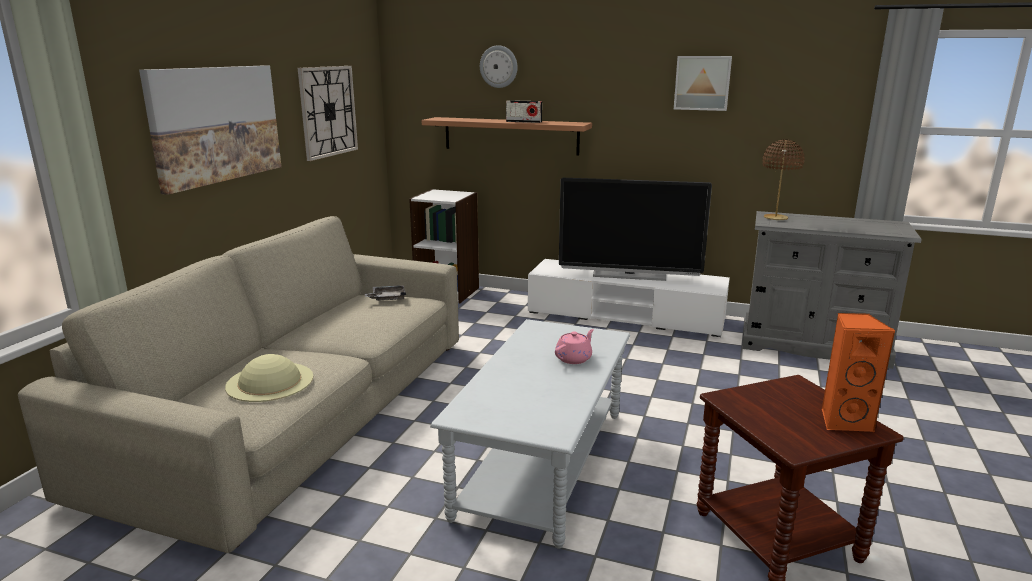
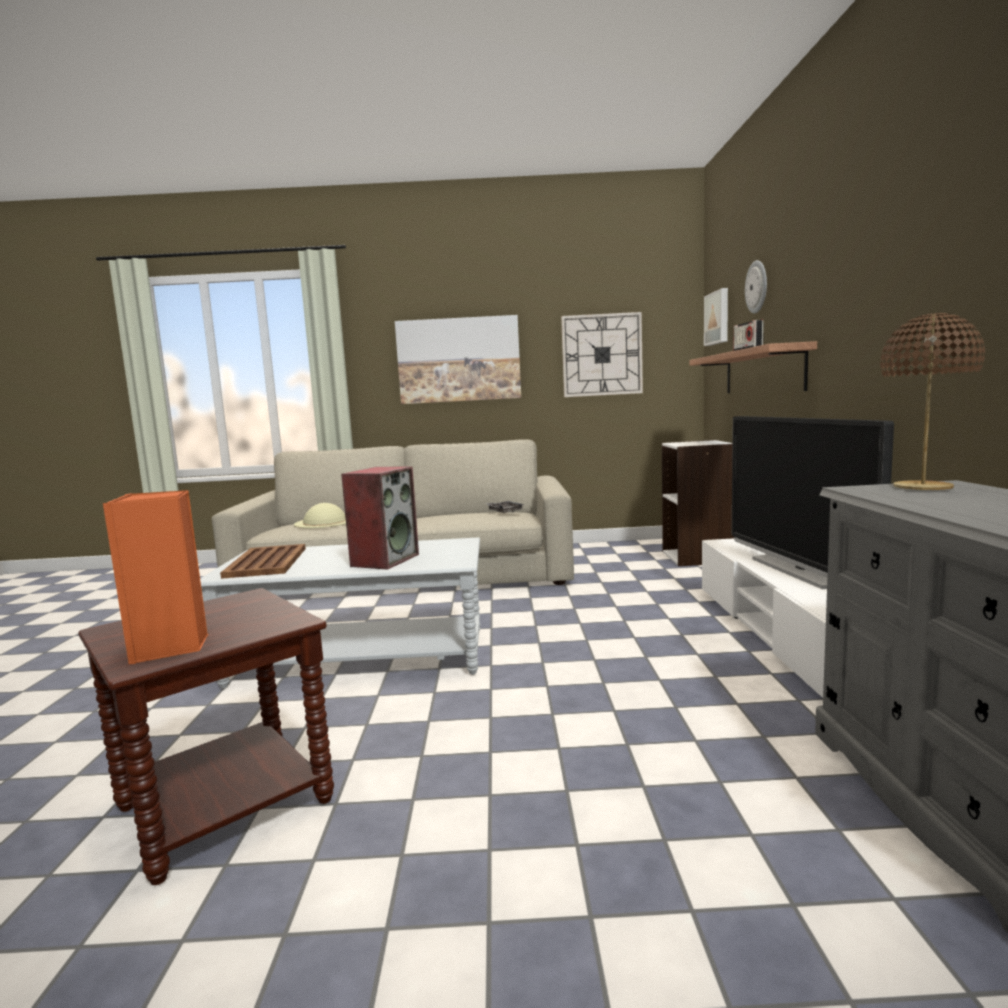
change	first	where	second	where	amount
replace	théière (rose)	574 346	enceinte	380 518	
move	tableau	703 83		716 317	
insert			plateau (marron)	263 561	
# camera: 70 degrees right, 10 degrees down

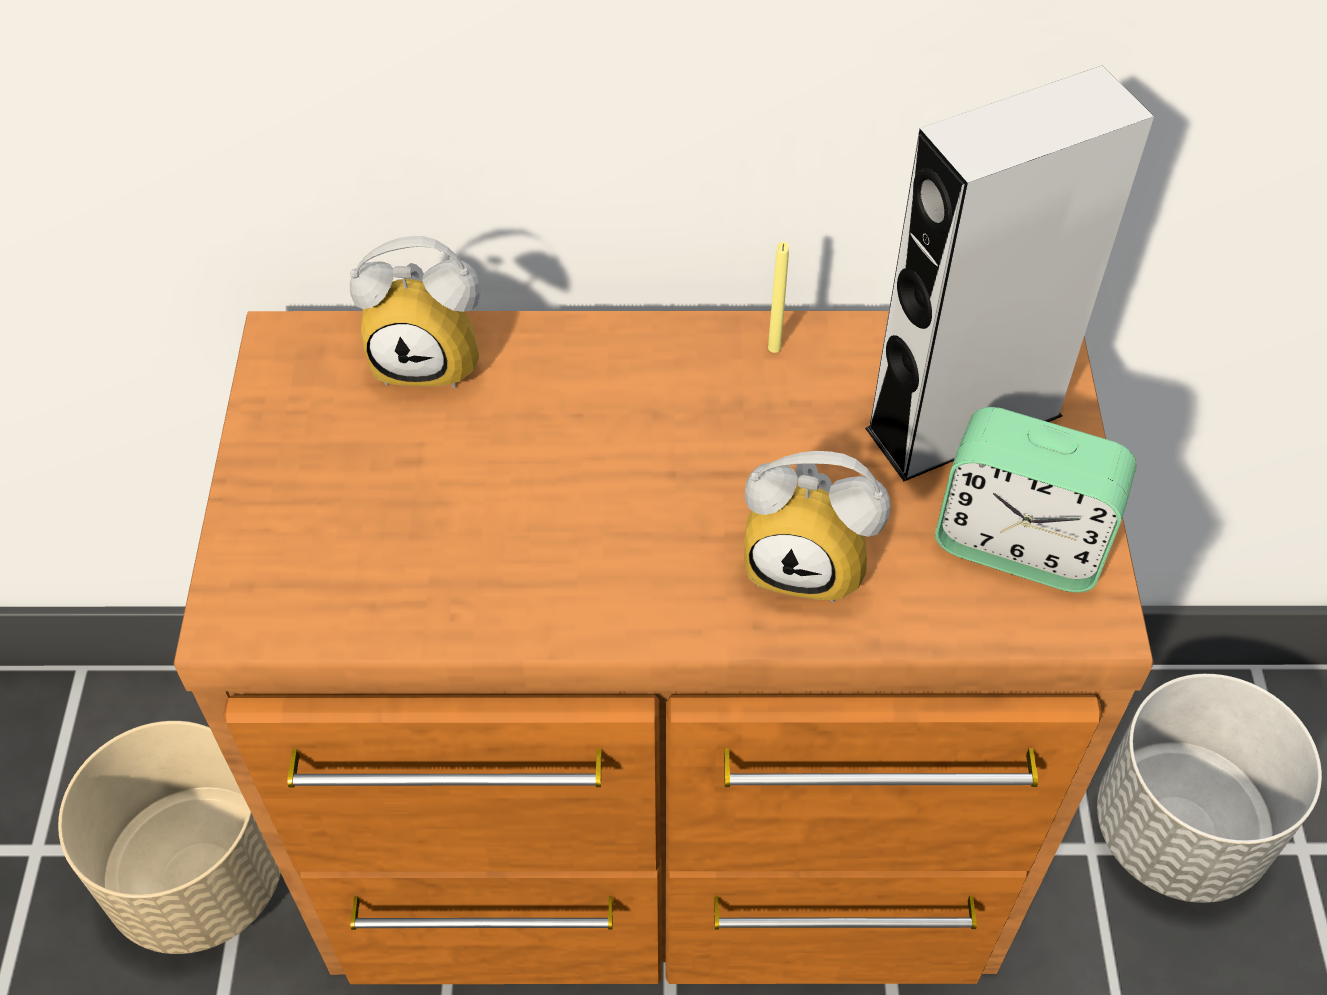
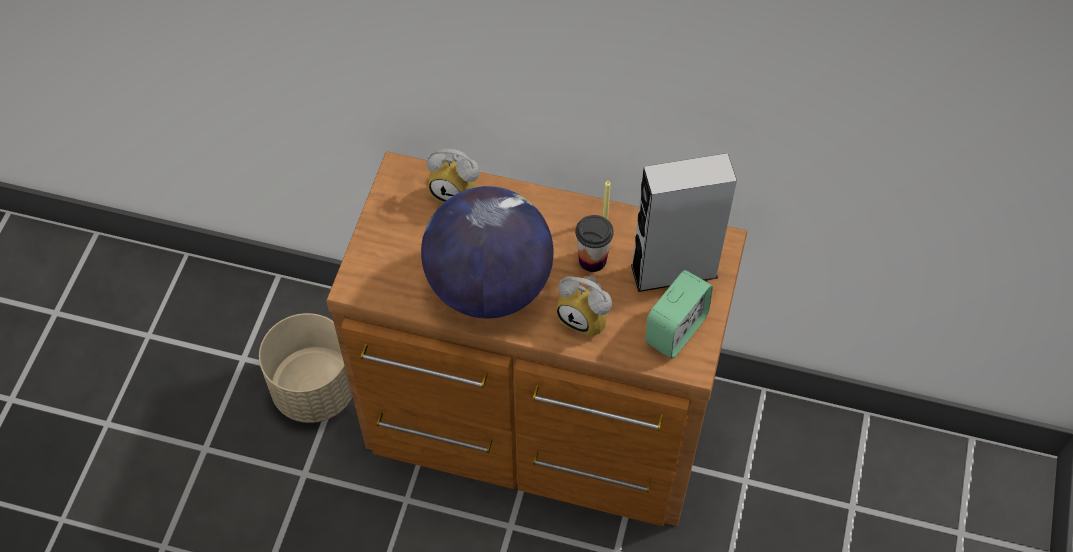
change	first	where	second	where	amount
rotate	réveil	1036 500		679 314	90 degrees counterclockwise
delete	cache-pot (gris)	1209 788			
insert			globe	487 252	
insert			tasse	594 243	
# camera: 15 degrees right, 5 degrees up

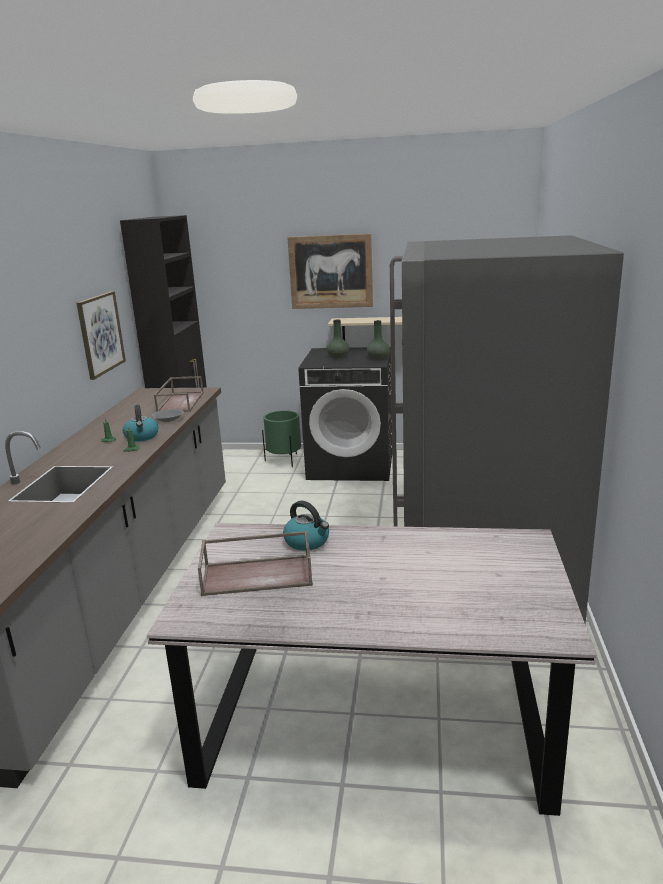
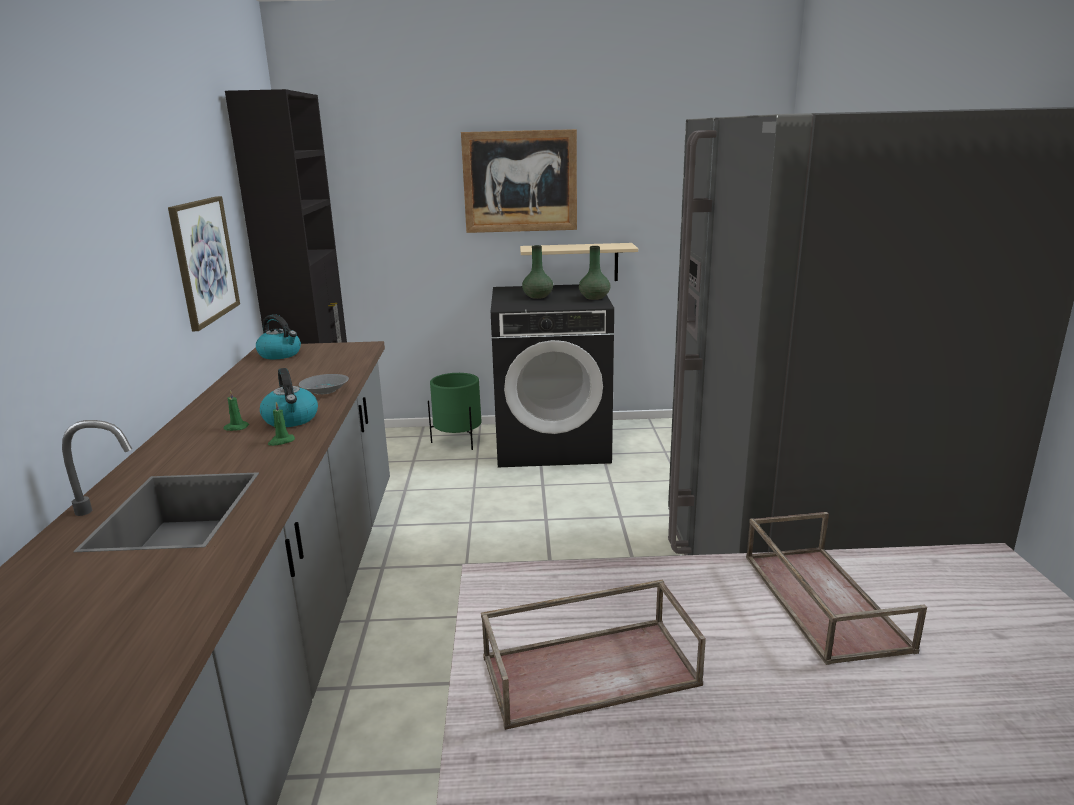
change	first	where	second	where	amount
move	plateau (marron)	179 394		836 588	
move	bouilloire	306 526		278 336	
# camera: 10 degrees left, 0 degrees up

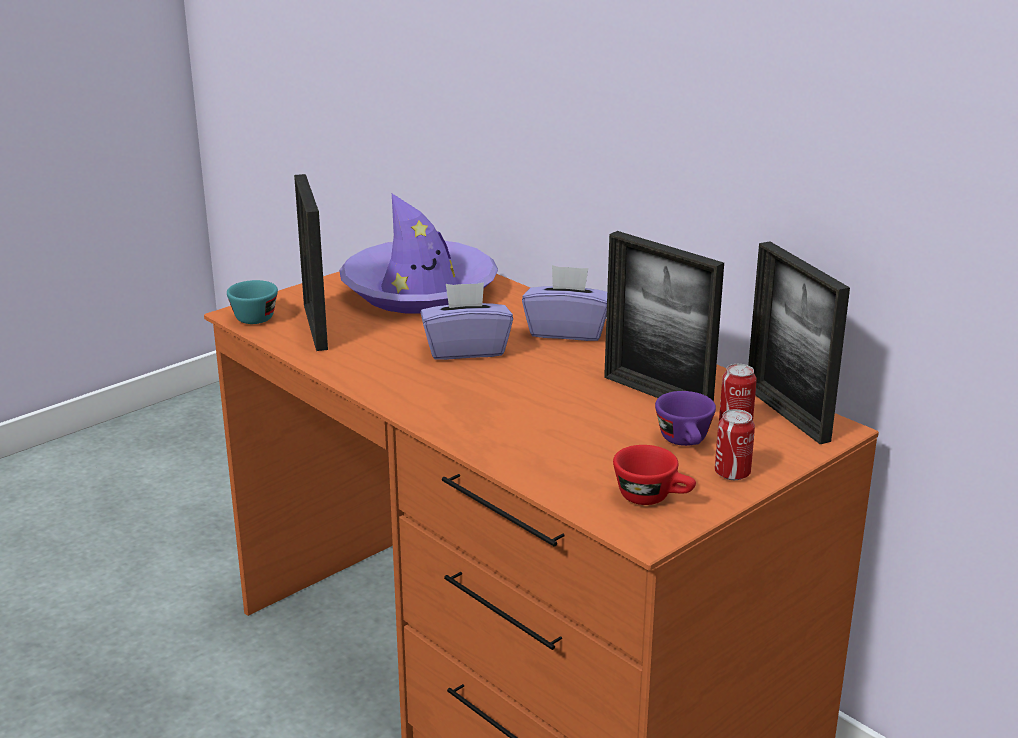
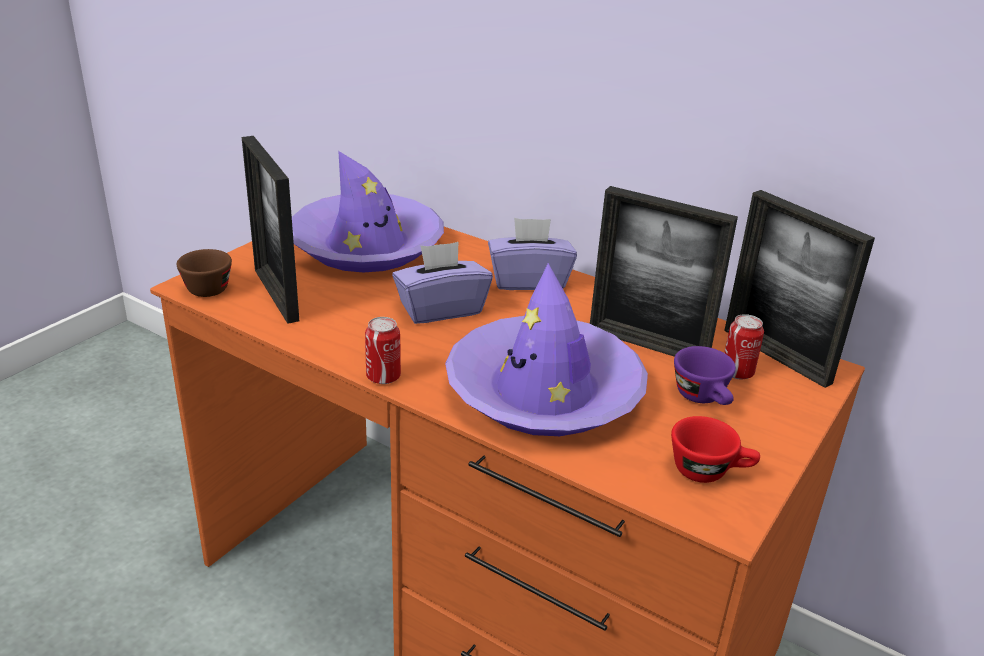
change	first	where	second	where	amount
recolor	tasse (turquoise)	252 302	tasse (marron)	204 273	
move	boîte métallique	735 444		383 350	
insert			chapeau (violet)	546 349	
# camera: 15 degrees left, 5 degrees up

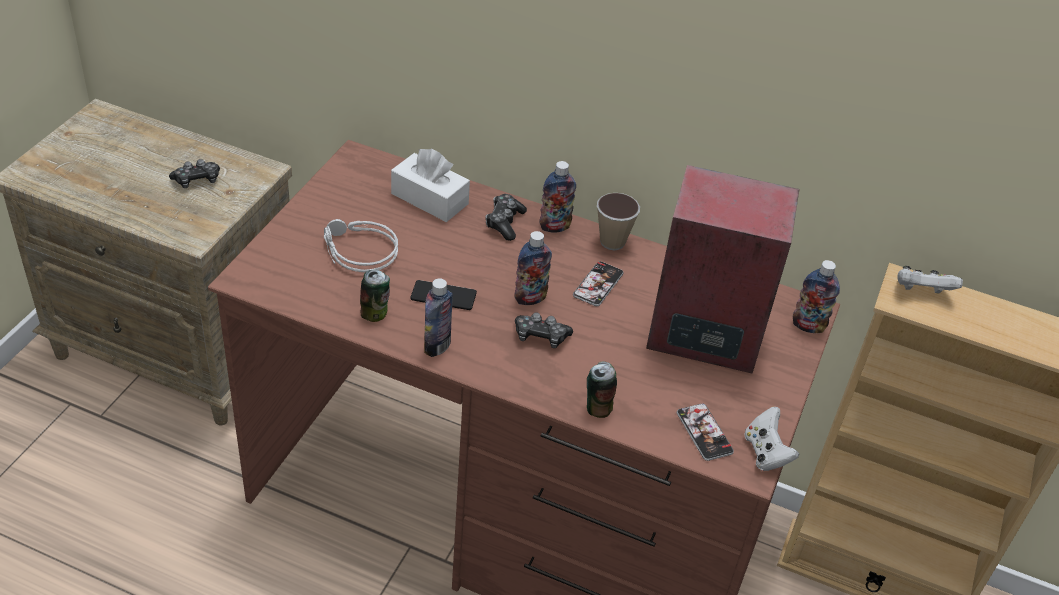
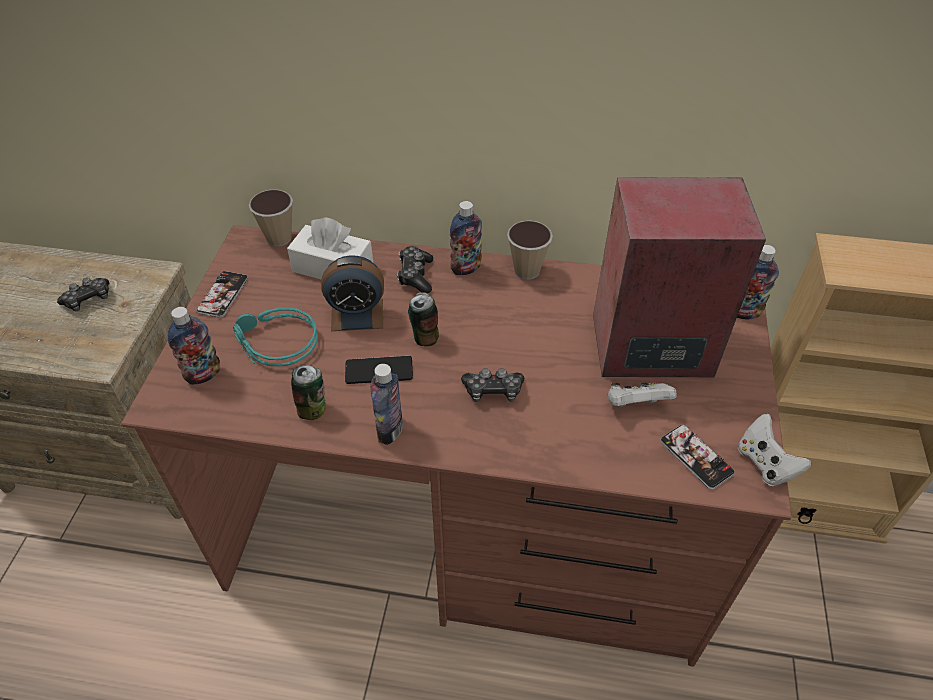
change	first	where	second	where	amount
recolor	casque audio (gris)	361 245	casque audio (turquoise)	275 337	
move	bouteille	533 268		194 346	
move	téléphone	598 283		222 294	
move	boîte métallique	602 390		423 319	
move	manette (blanc)	930 280		642 394	
insert			tasse	271 218	
insert			réveil	352 293	
# camera: 10 degrees left, 5 degrees up

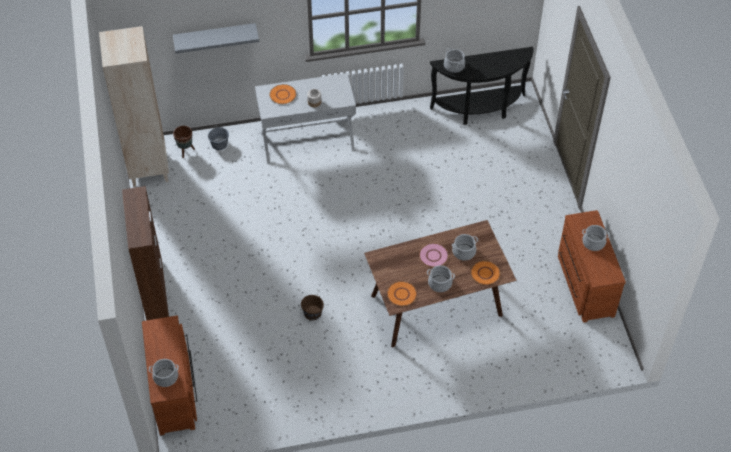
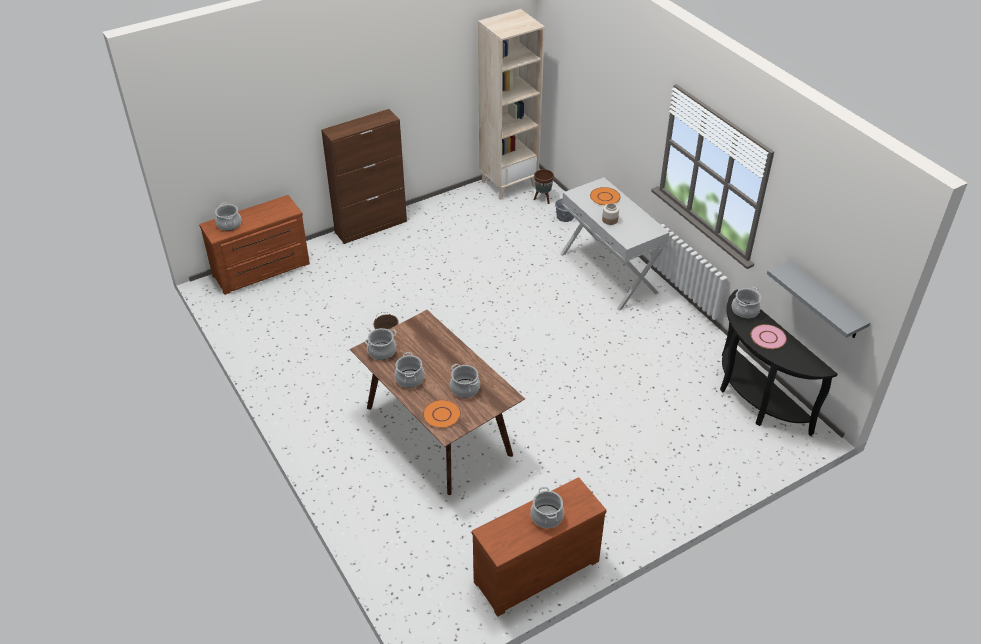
change	first	where	second	where	amount
move	étagère (gris)	216 38		818 299	
replace	assiette (orange)	402 293	marmite	381 344	
move	assiette (rose)	434 255		769 336	
# camera: 70 degrees right, 10 degrees down

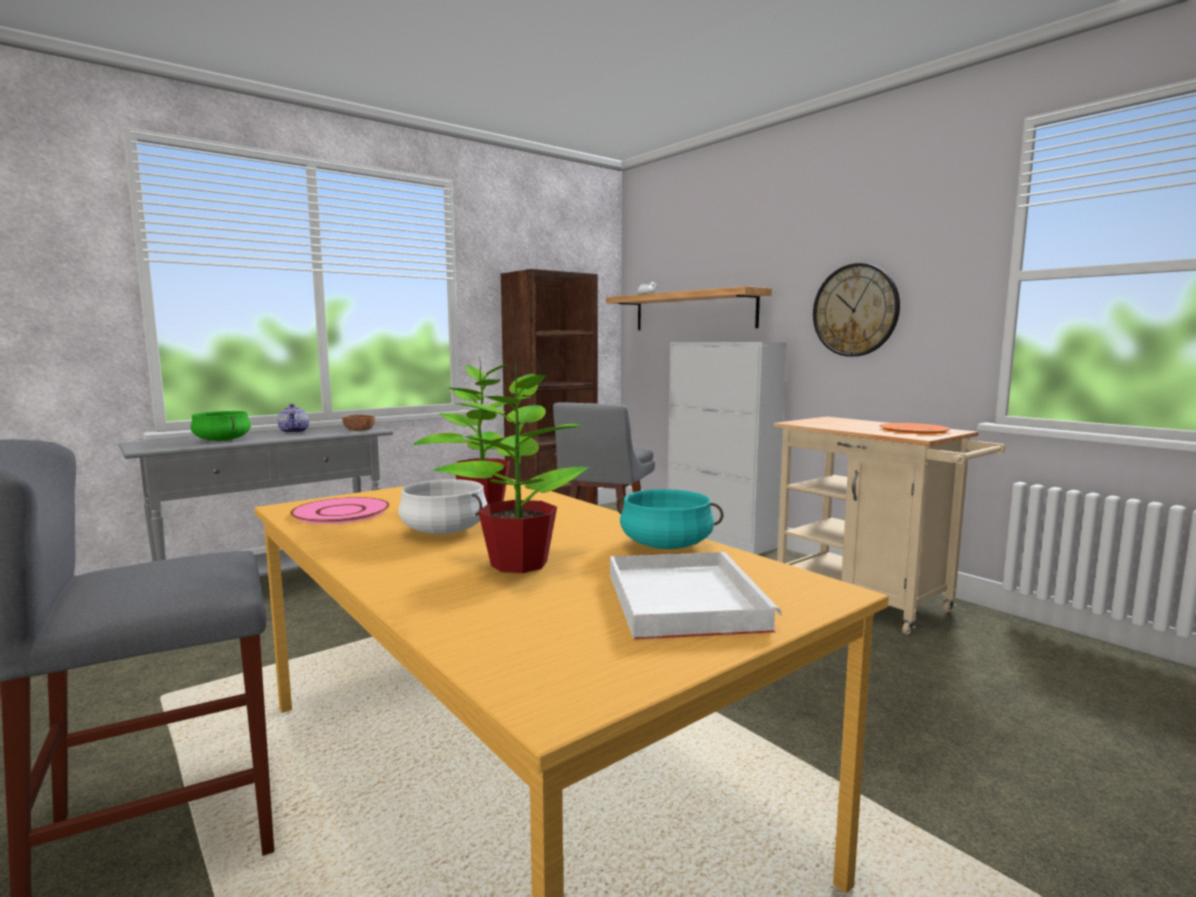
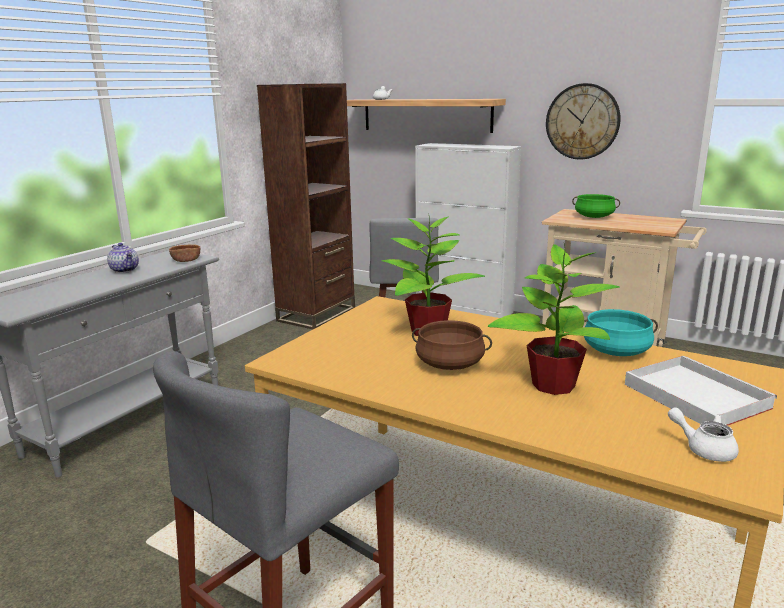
change	first	where	second	where	amount
move	marmite (vert)	220 426		596 206	
delete	assiette (rose)	340 510			
recolor	marmite (blanc)	442 506	marmite (marron)	452 345	
delete	assiette (orange)	915 428			
insert			théière (blanc)	703 434	
# camera: 20 degrees left, 10 degrees up

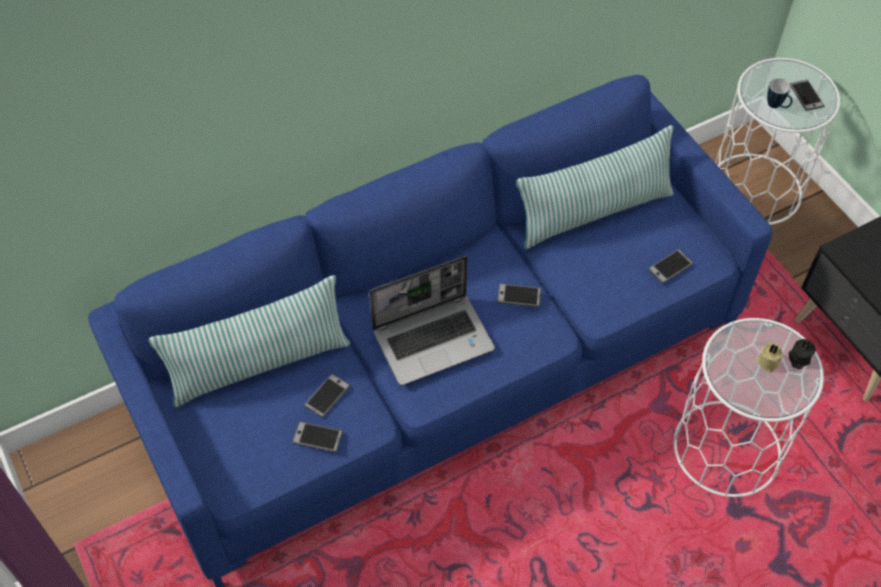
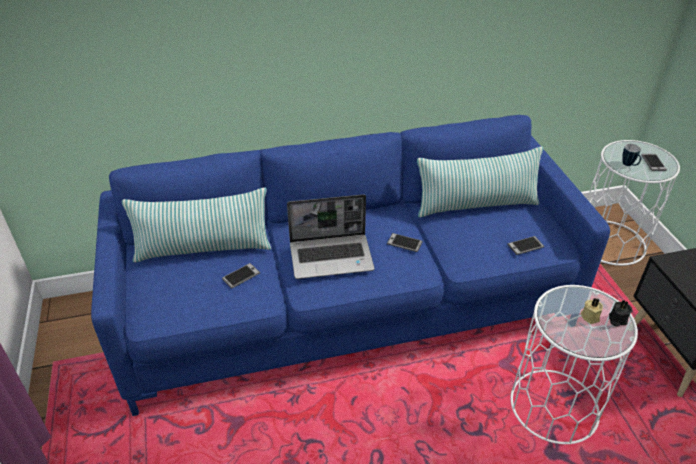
change	first	where	second	where	amount
delete	téléphone	317 436			
# camera: 15 degrees right, 15 degrees down

